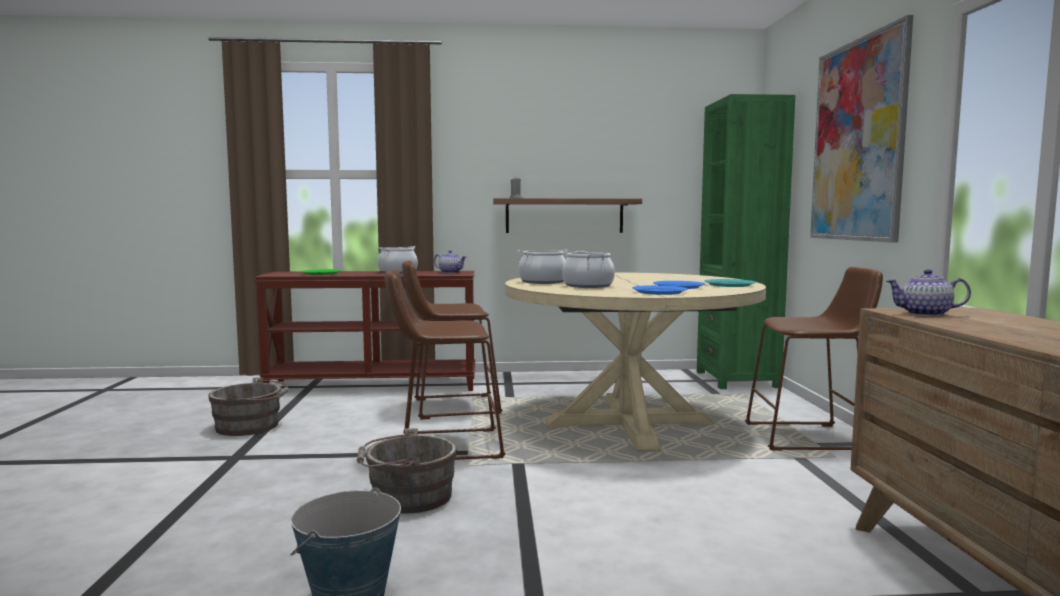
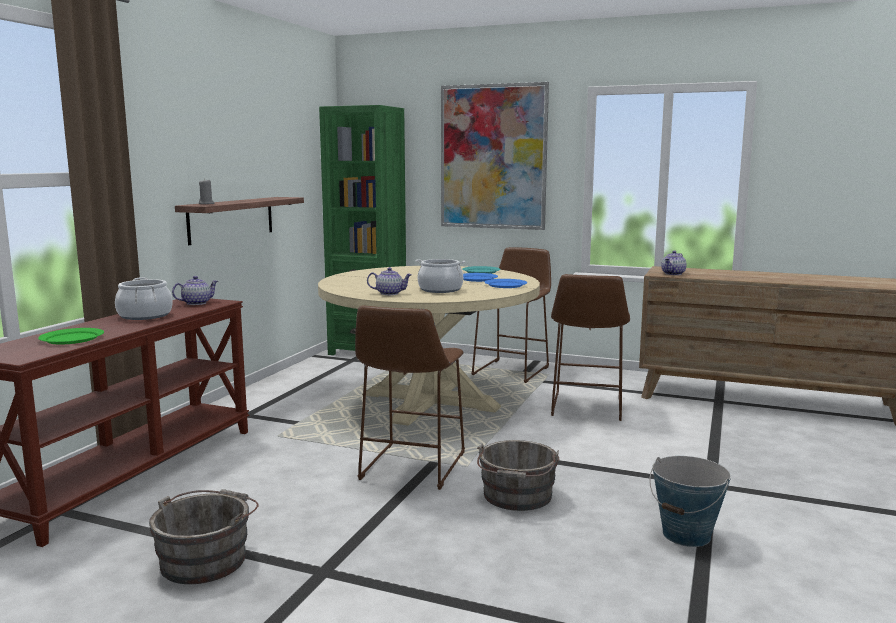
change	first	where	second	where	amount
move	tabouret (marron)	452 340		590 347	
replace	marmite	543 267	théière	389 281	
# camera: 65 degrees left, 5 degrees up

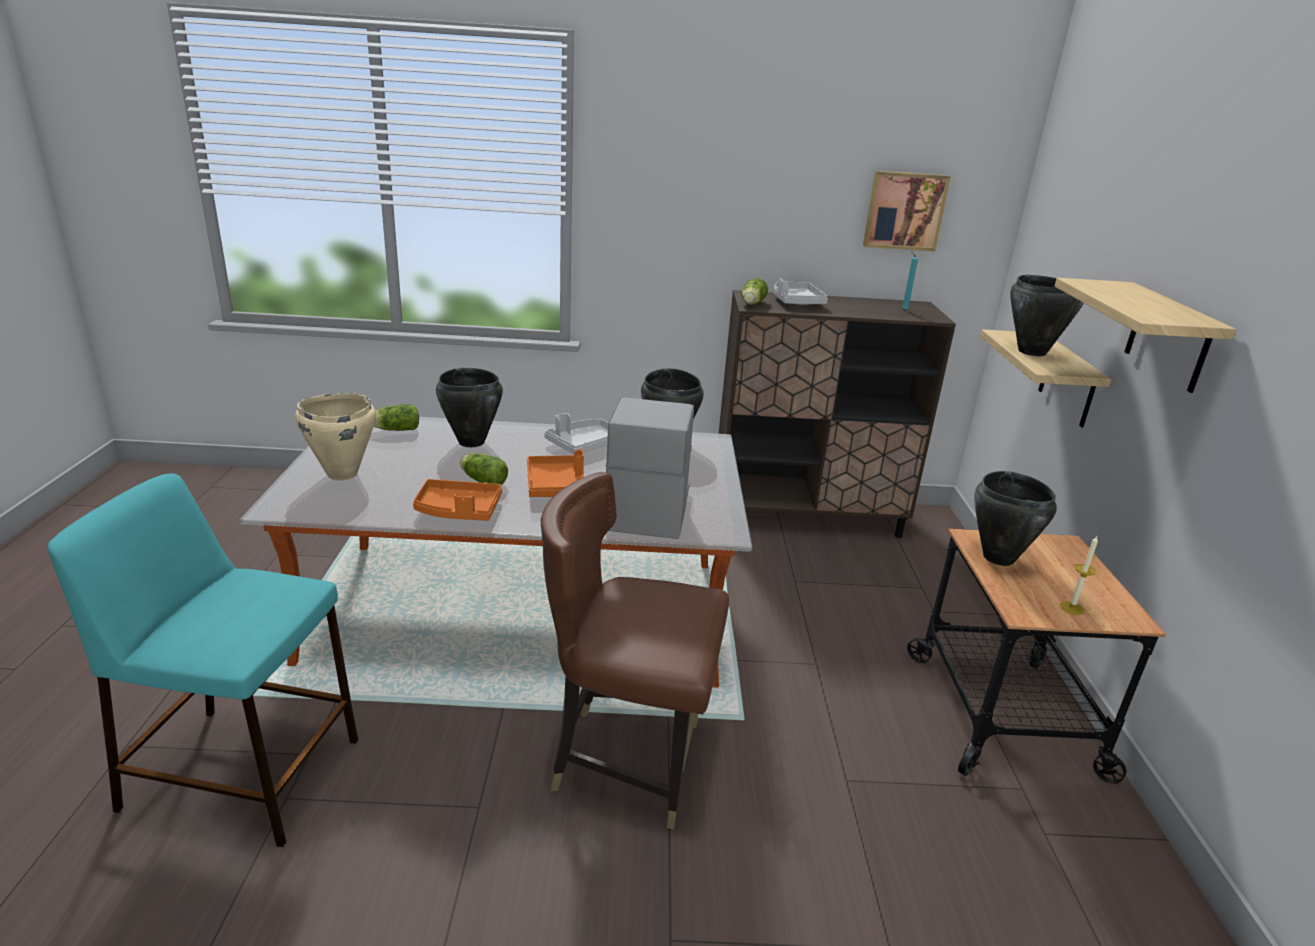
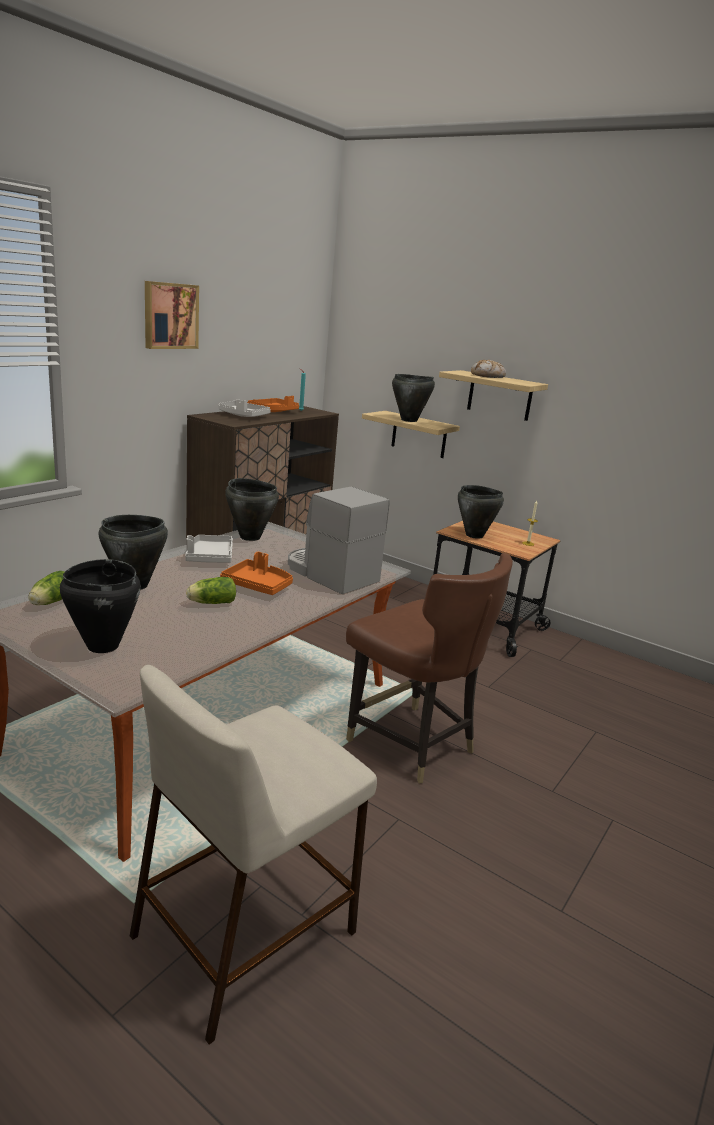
change	first	where	second	where	amount
recolor	tabouret (turquoise)	203 660	tabouret (beige)	253 855	
recolor	marmite (beige)	335 437	marmite (noir)	100 606	
move	plateau (orange)	457 500		273 404	
rotate	chaise (marron)	635 651		429 668	90 degrees counterclockwise
delete	laitue	754 291			
move	tableau	907 211		172 315	
insert			pain	488 369	
# camera: 55 degrees left, 5 degrees down

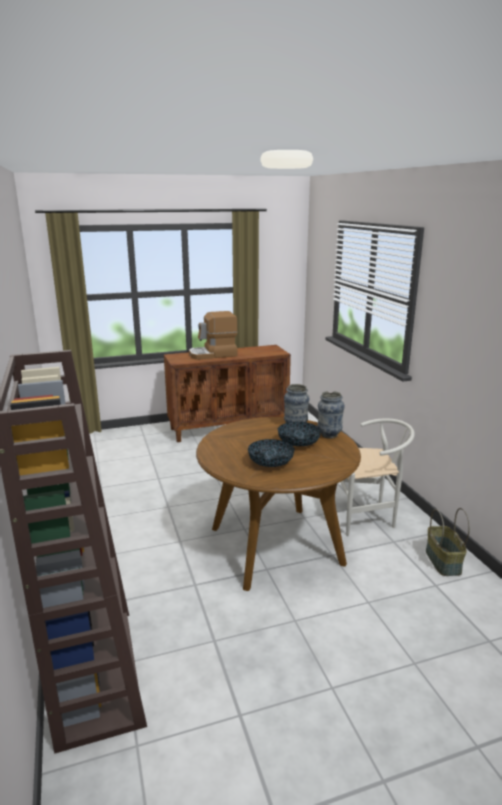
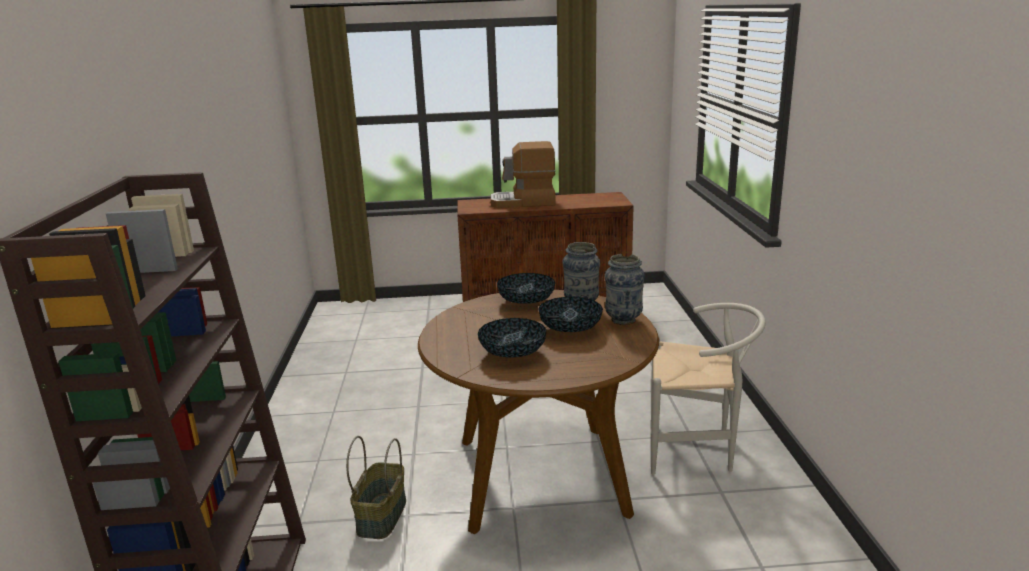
change	first	where	second	where	amount
move	panier	448 542		376 487	
insert			bol	526 288	
# camera: 15 degrees right, 0 degrees up

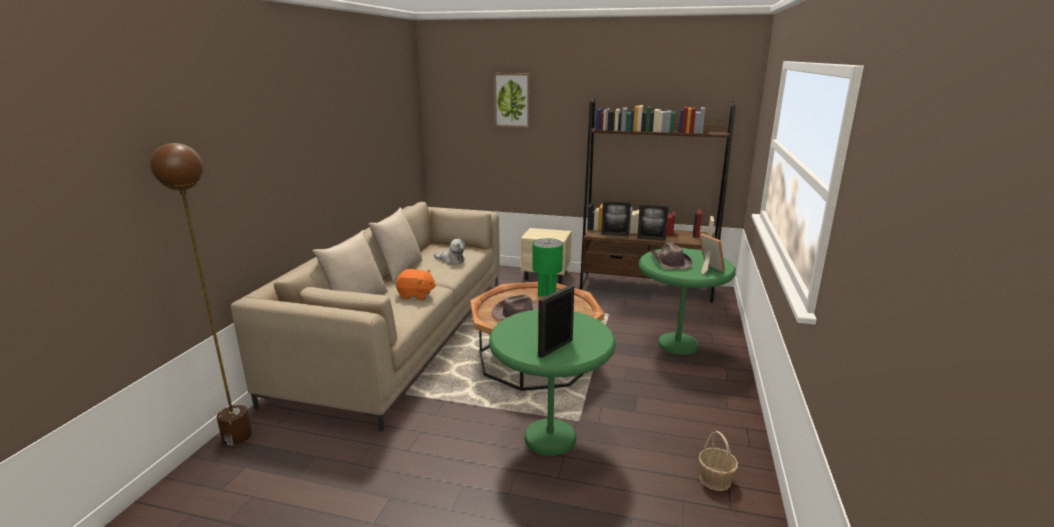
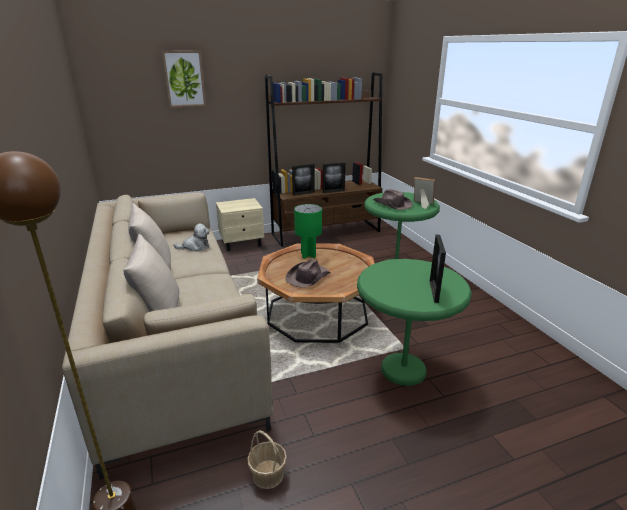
change	first	where	second	where	amount
delete	peluche (orange)	416 284			
move	panier	718 461		267 459	
# camera: 35 degrees left, 5 degrees up

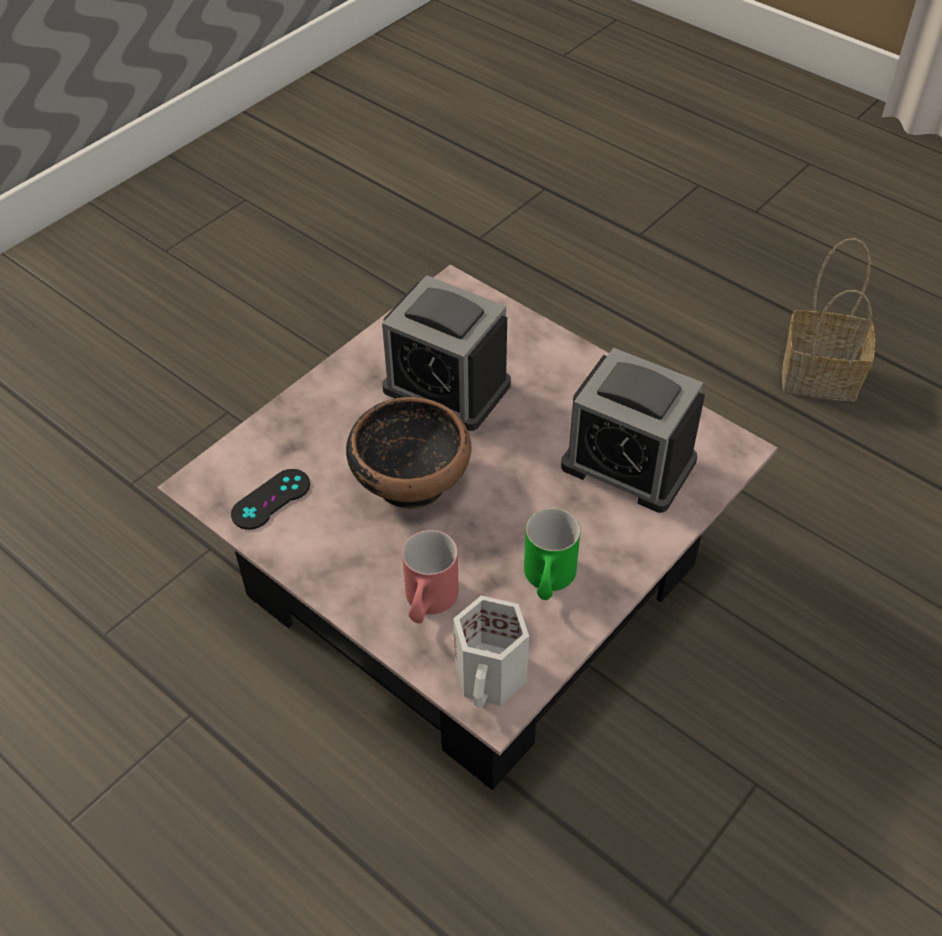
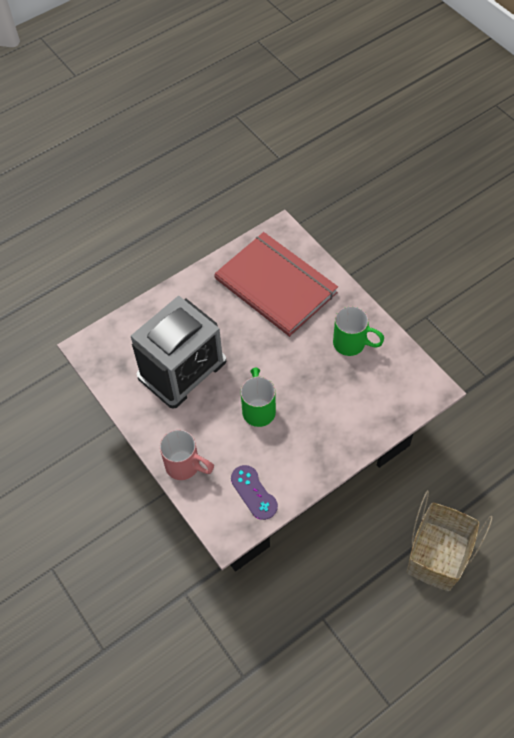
change	first	where	second	where	amount
recolor	manette (noir)	270 499	manette (violet)	254 492	
replace	bol	409 453	mug (vert)	258 397	
move	mug (rouge)	430 577		187 455	
delete	mug (blanc)	491 652			
replace	réveil	633 430	livre (rouge)	276 284	
move	panier	828 320		449 540	
# camera: 75 degrees left, 10 degrees up

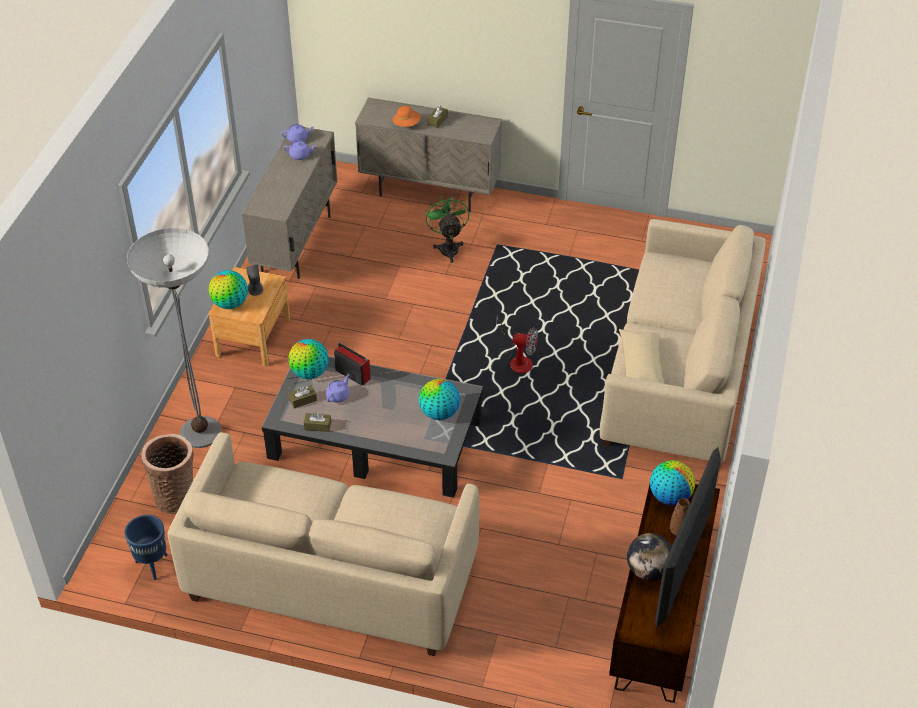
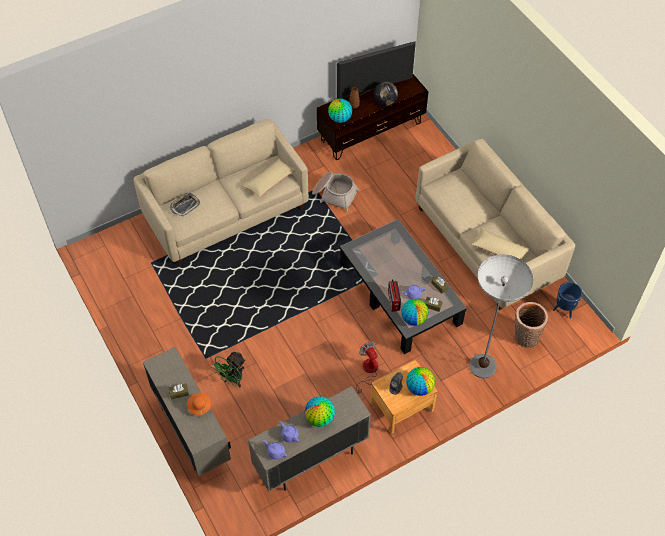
change	first	where	second	where	amount
move	globe	439 399		320 411	
move	ventilateur	517 344		367 367	
insert			plateau	185 204	
insert			panier	336 191	
insert			coussin (beige)	500 244	
# camera: 135 degrees left, 10 degrees up

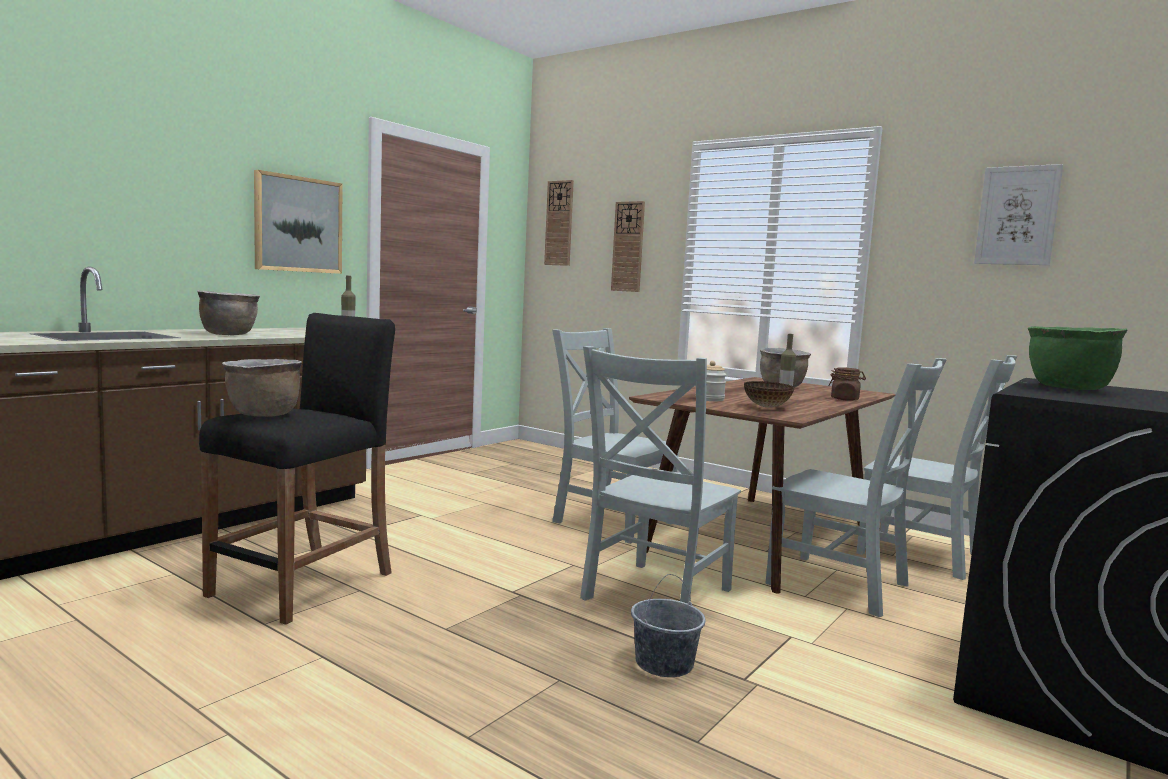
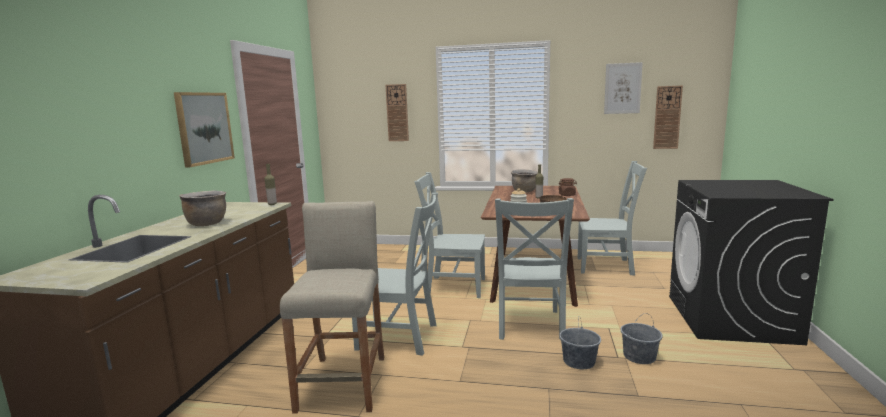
change	first	where	second	where	amount
recolor	tabouret (noir)	297 469	tabouret (beige)	332 307	
delete	marmite (marron)	262 388			
move	horloge murale	559 223		668 117	
move	chaise (gris)	856 487		395 274	
delete	marmite (vert)	1078 358			
insert			seau (gris)	641 338	
# camera: 25 degrees left, 5 degrees up

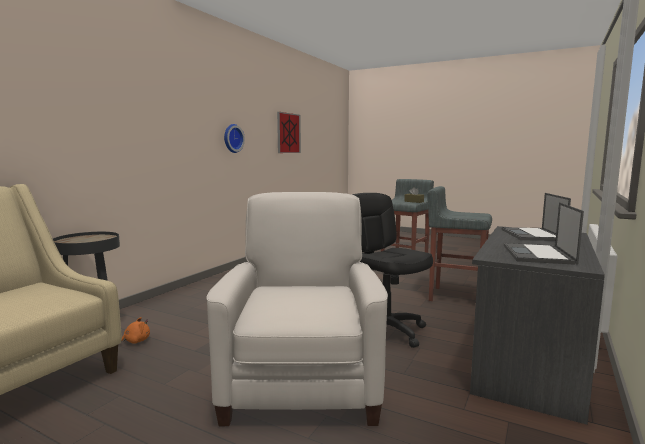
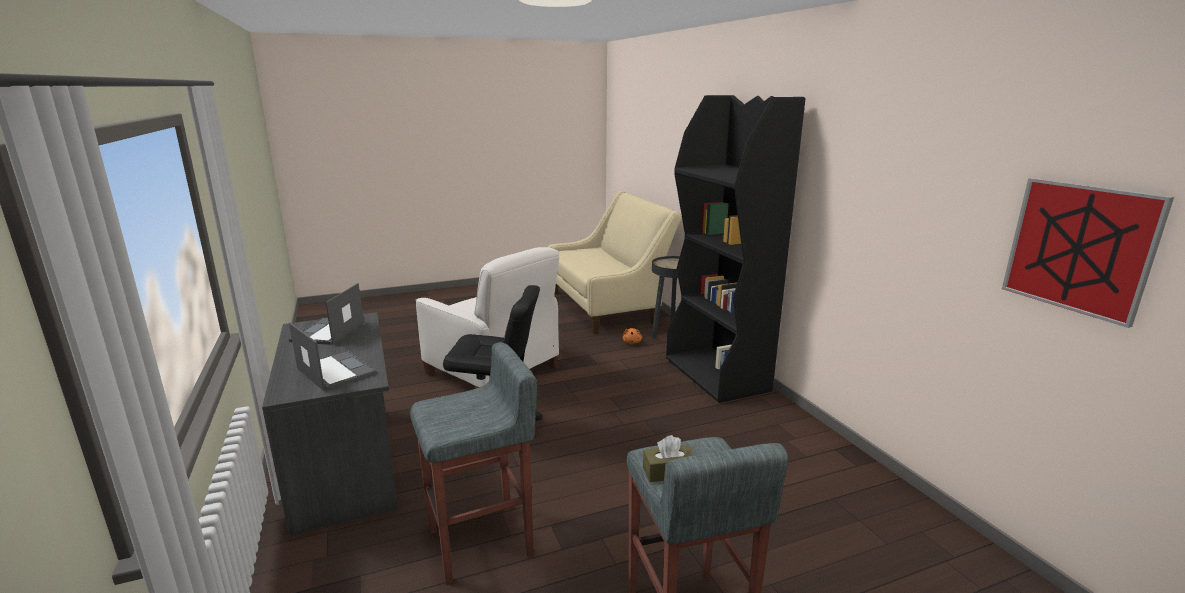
change	first	where	second	where	amount
delete	horloge murale	234 138			
rotate	ordinateur portable	544 233		326 314	135 degrees counterclockwise
insert			bibliothèque (noir)	736 249	
# camera: 130 degrees right, 10 degrees up

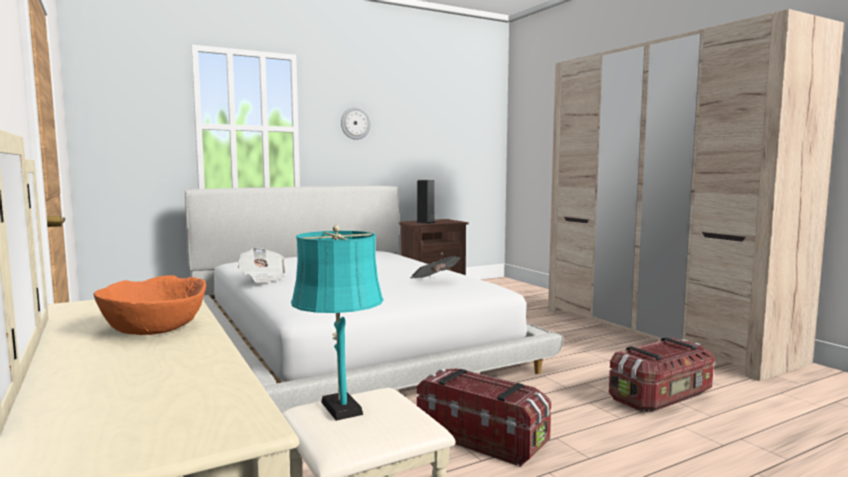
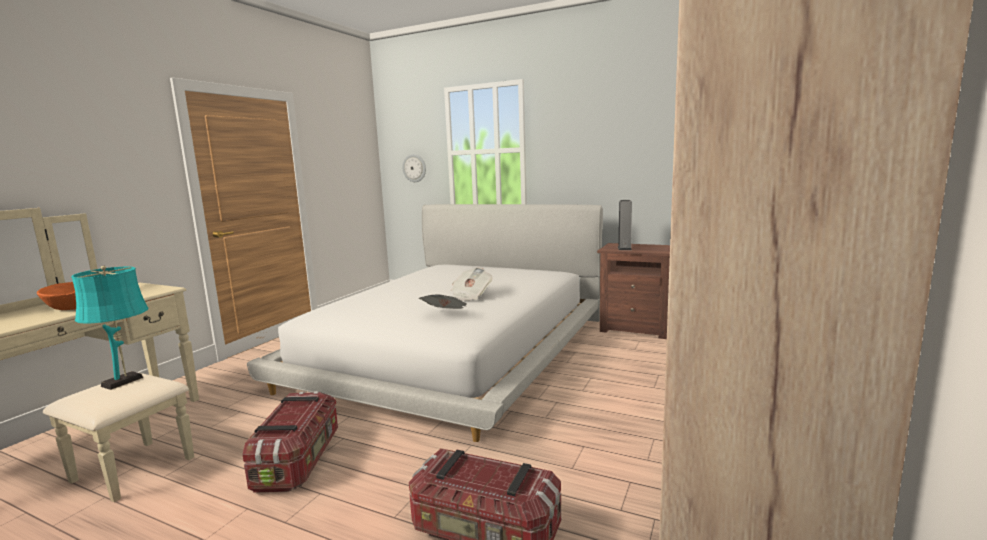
change	first	where	second	where	amount
move	journal	261 266		471 284	
move	horloge murale	356 123		414 168	
# camera: 55 degrees right, 5 degrees up

